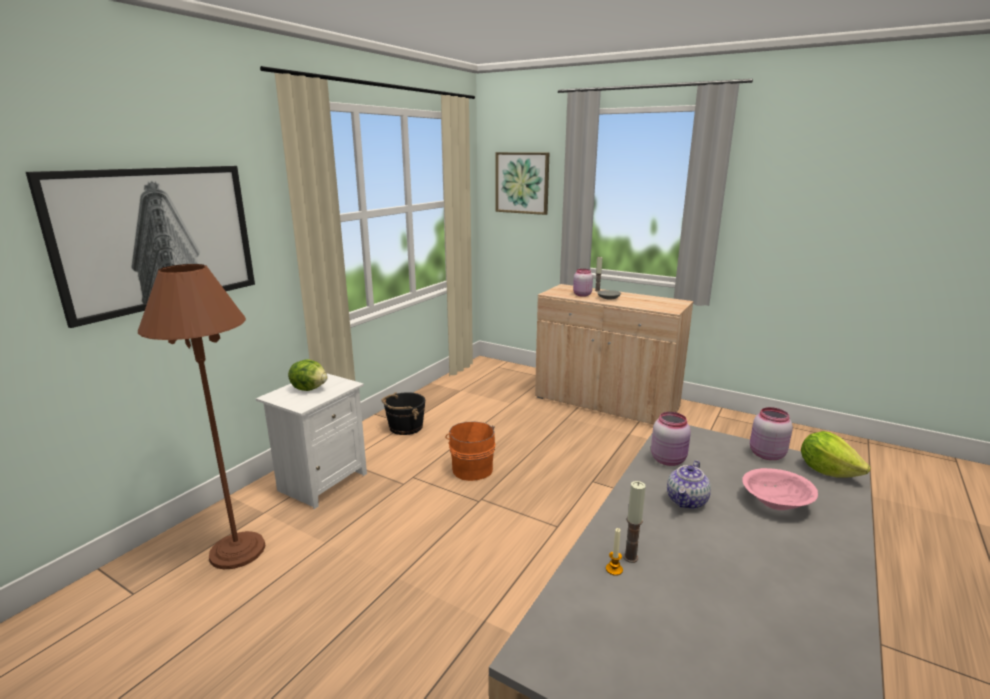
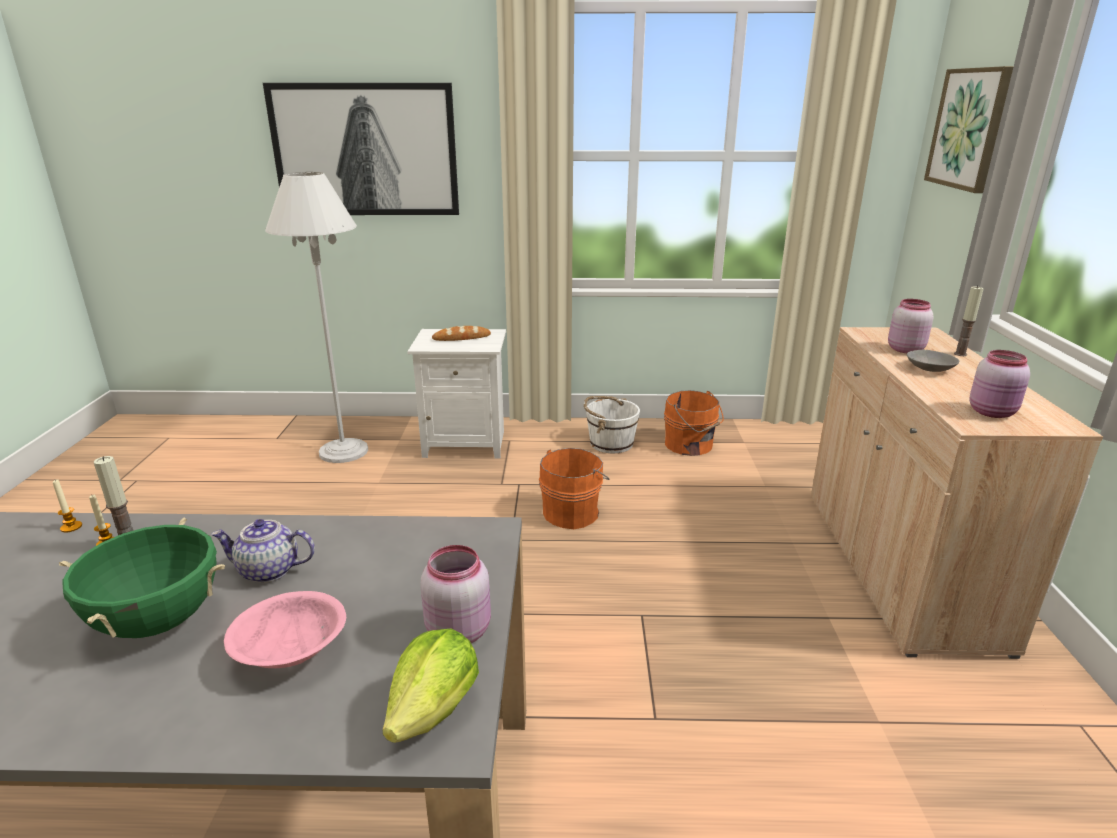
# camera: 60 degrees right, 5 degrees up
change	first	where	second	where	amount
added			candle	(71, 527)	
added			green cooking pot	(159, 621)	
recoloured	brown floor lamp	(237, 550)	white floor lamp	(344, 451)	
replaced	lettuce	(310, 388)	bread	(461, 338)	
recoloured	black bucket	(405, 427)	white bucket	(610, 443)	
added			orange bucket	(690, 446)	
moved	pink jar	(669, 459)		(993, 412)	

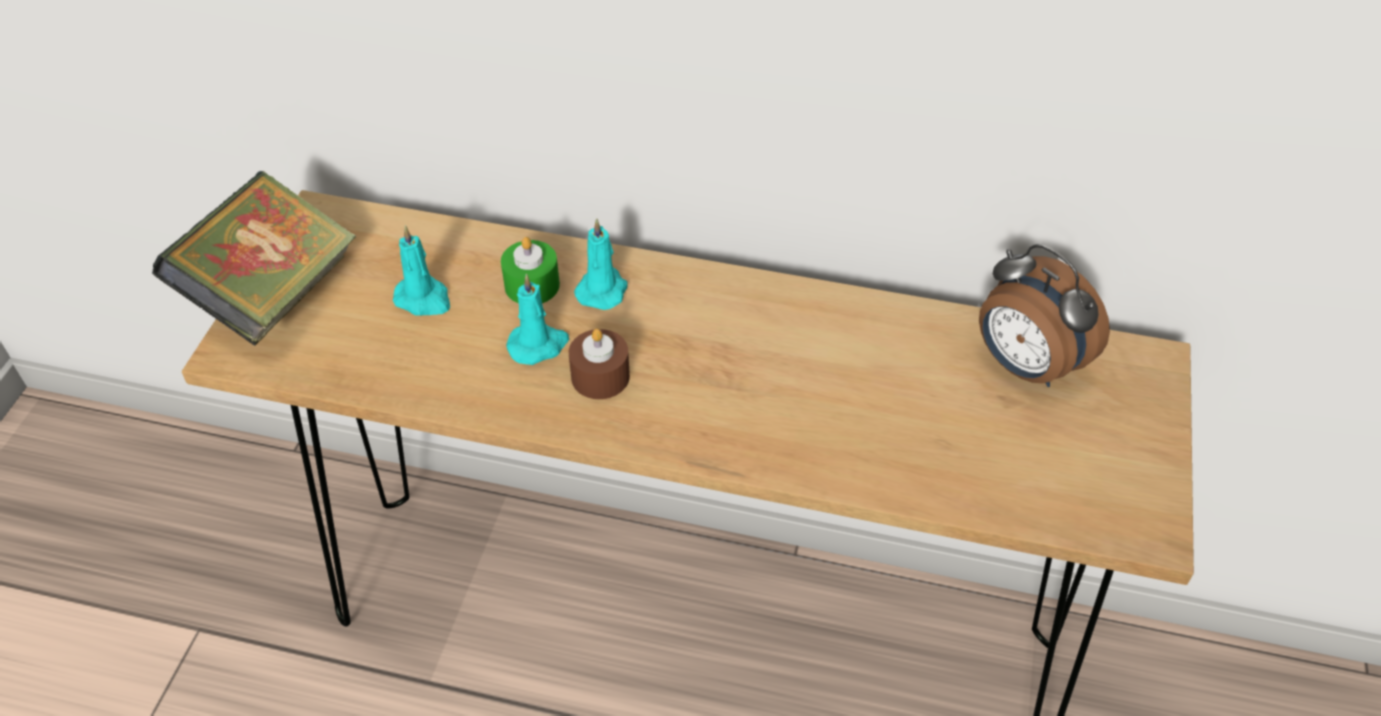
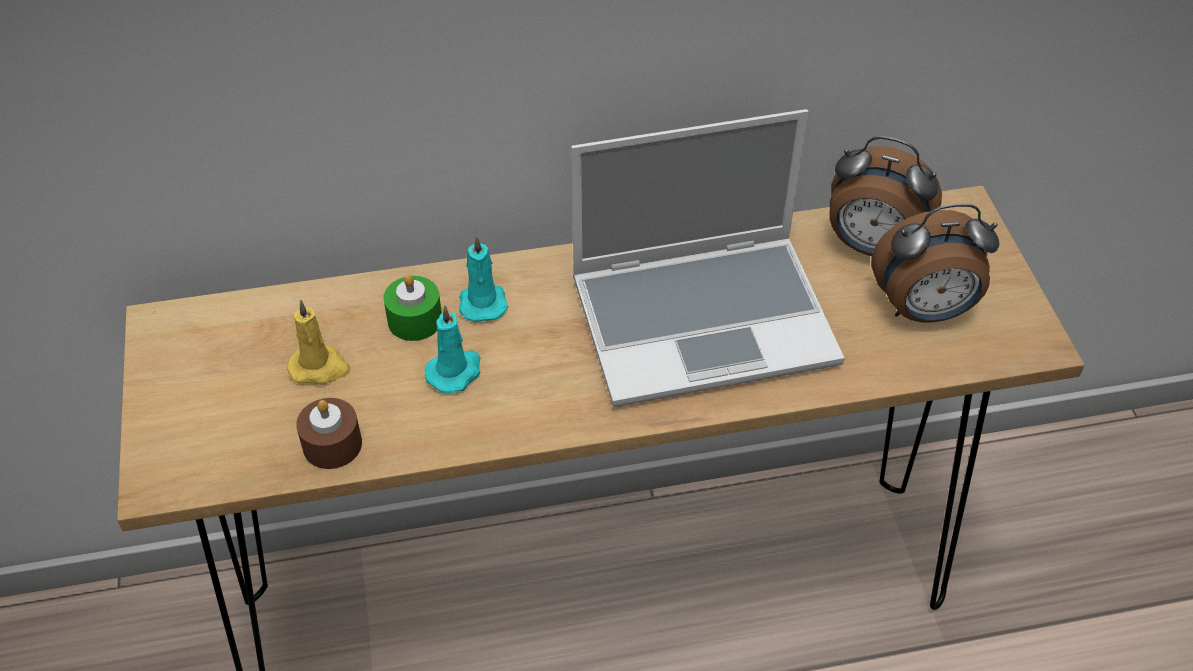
# camera: 25 degrees left, 0 degrees up
change	first	where	second	where	amount
recoloured	turquoise candle	(424, 299)	yellow candle	(320, 367)	
moved	brown candle	(600, 376)		(332, 444)	
added			laptop	(705, 319)	
added			alarm clock	(924, 311)	
removed	book	(273, 294)			

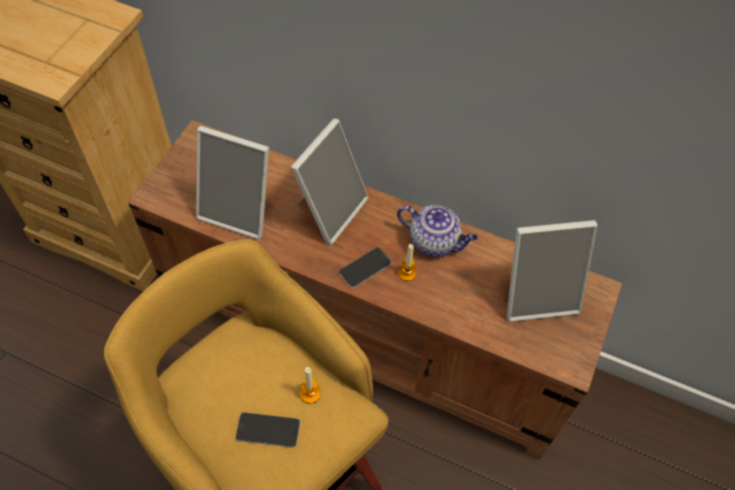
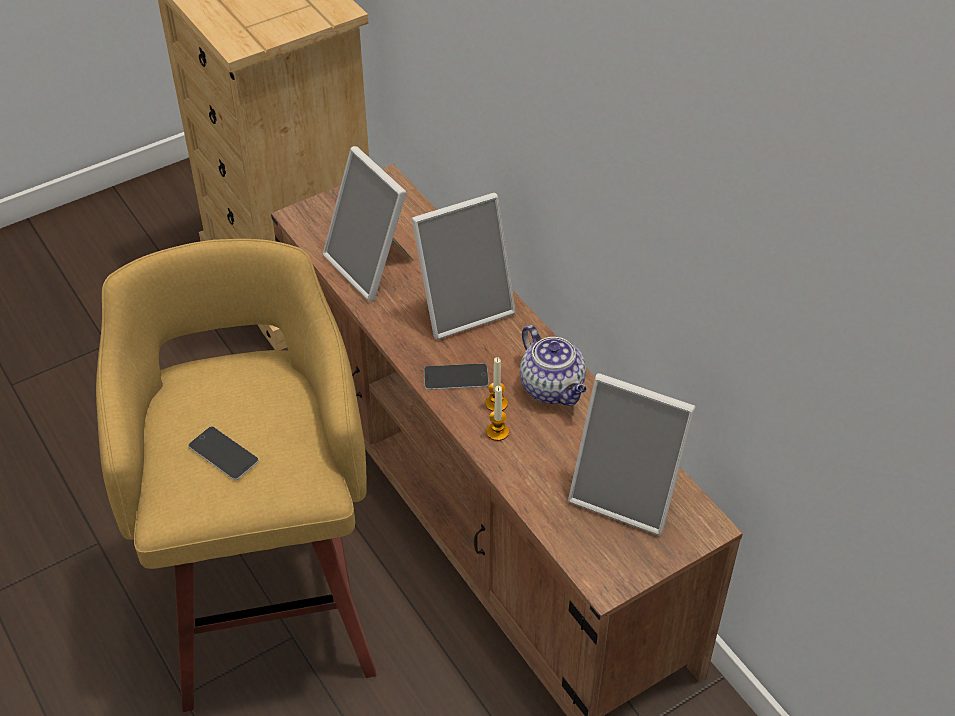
# camera: 35 degrees right, 10 degrees down
change	first	where	second	where	amount
moved	candle	(310, 393)		(497, 432)	

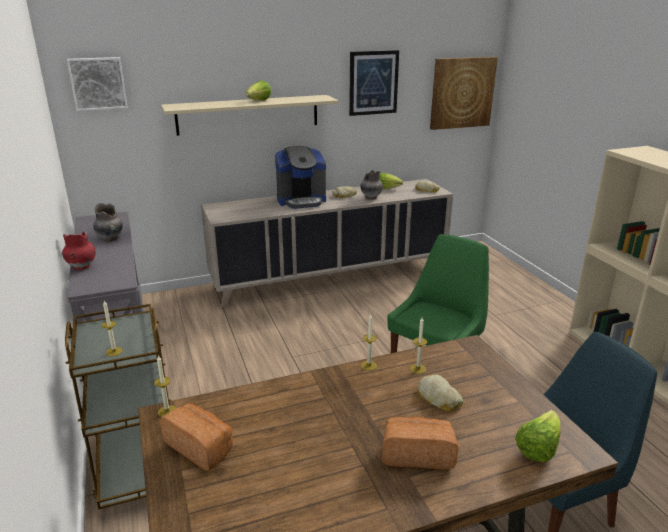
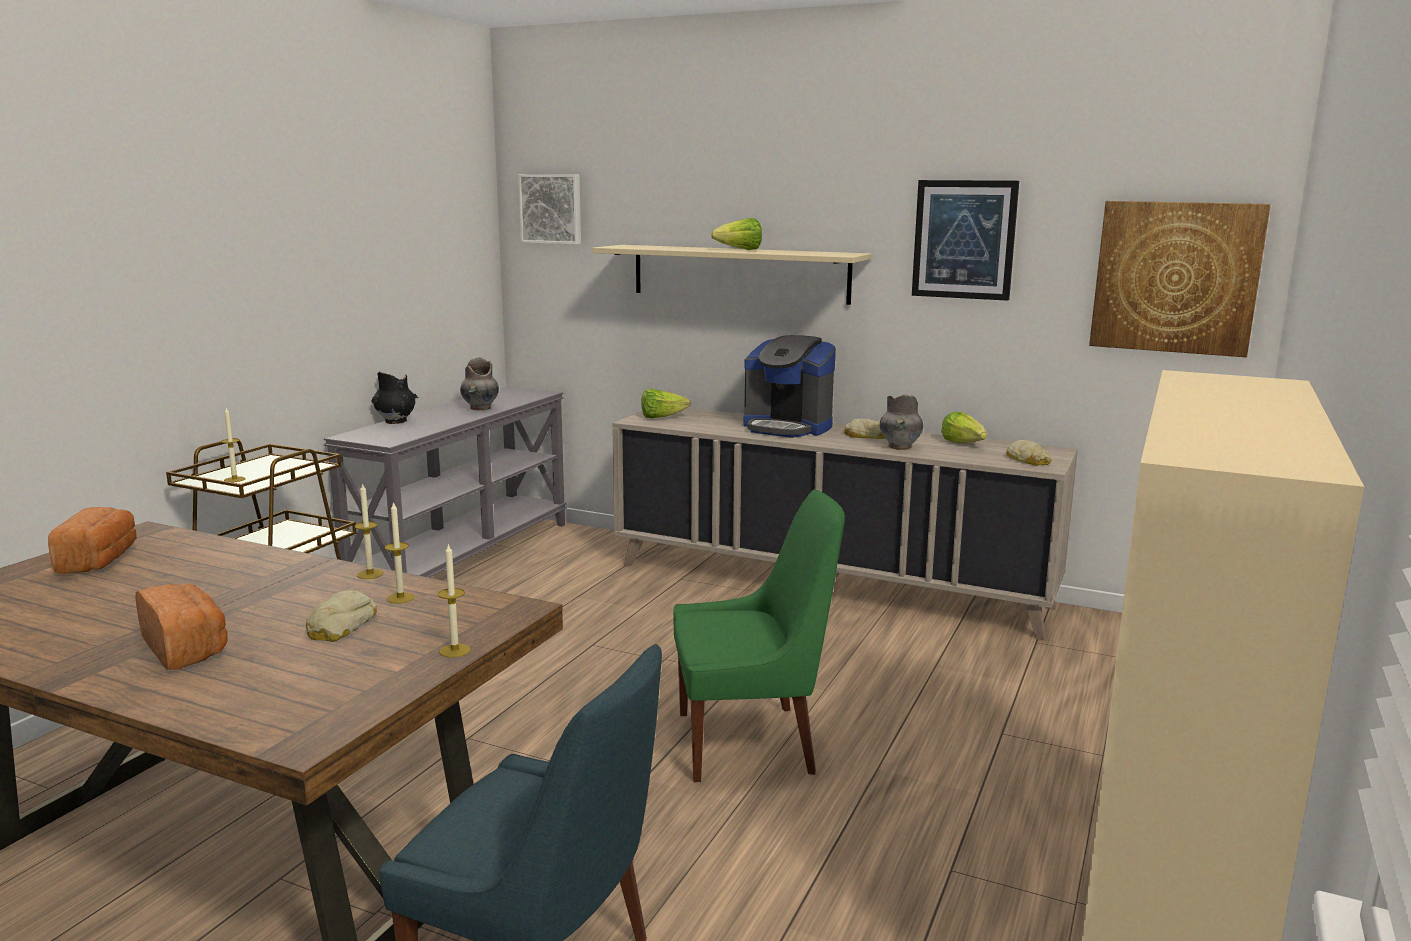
# camera: 45 degrees right, 10 degrees down
change	first	where	second	where	amount
recoloured	red vase	(82, 267)	black vase	(396, 421)	
moved	candle	(167, 411)		(455, 650)	
moved	lettuce	(538, 448)		(661, 418)	

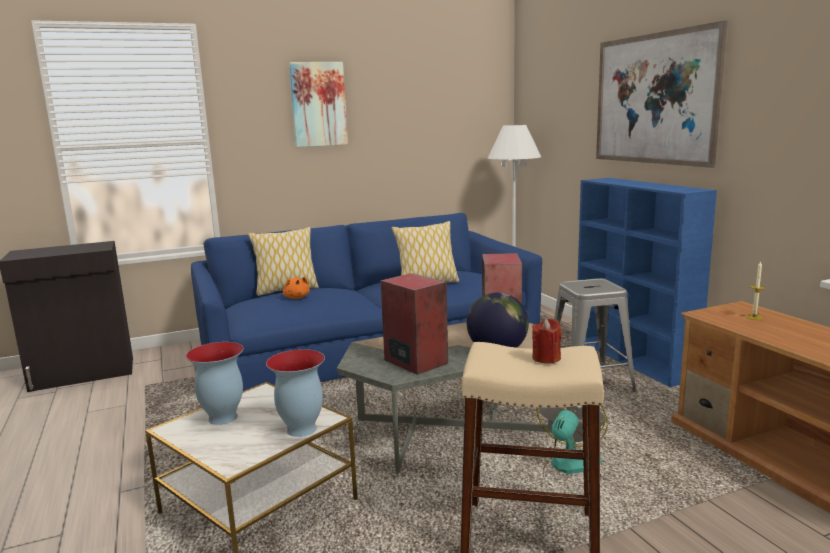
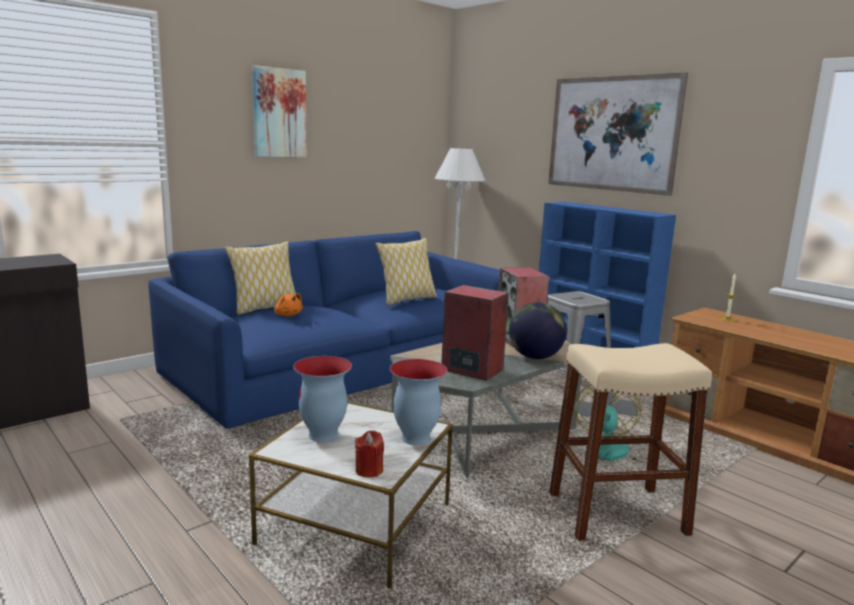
# camera: 20 degrees left, 0 degrees up
change	first	where	second	where	amount
moved	red candle	(546, 358)		(369, 470)	

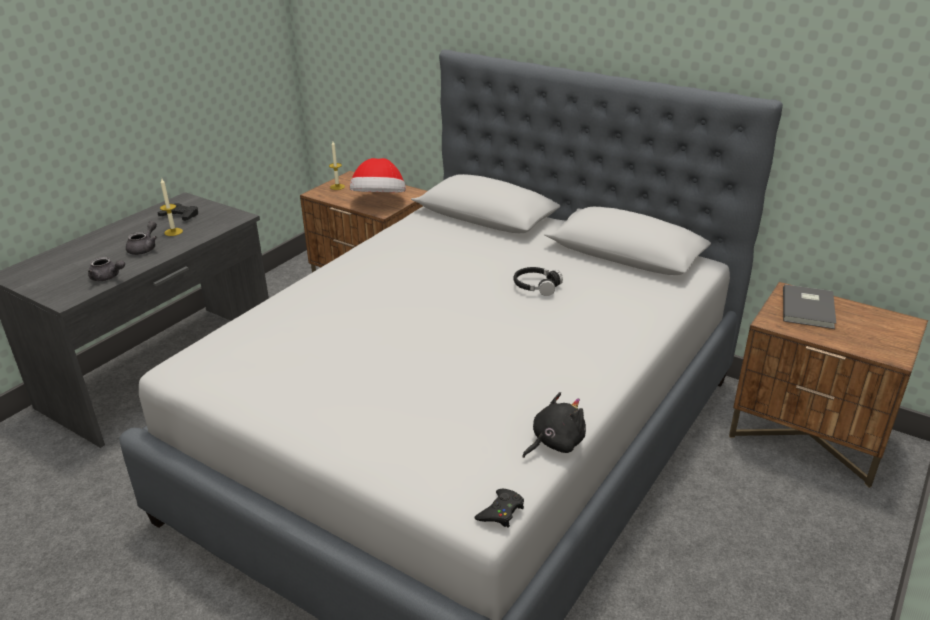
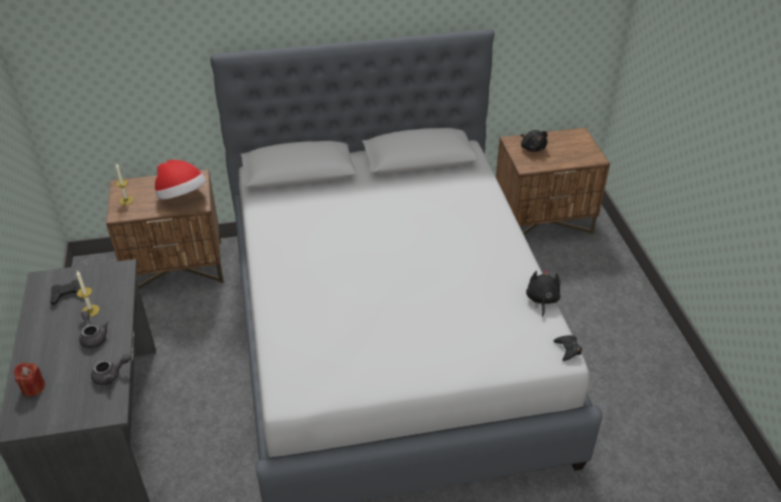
# camera: 45 degrees left, 10 degrees up
change	first	where	second	where	amount
added			red candle	(33, 388)	
replaced	grey book	(809, 308)	black plush toy	(532, 148)	
removed	black headphones	(536, 286)			

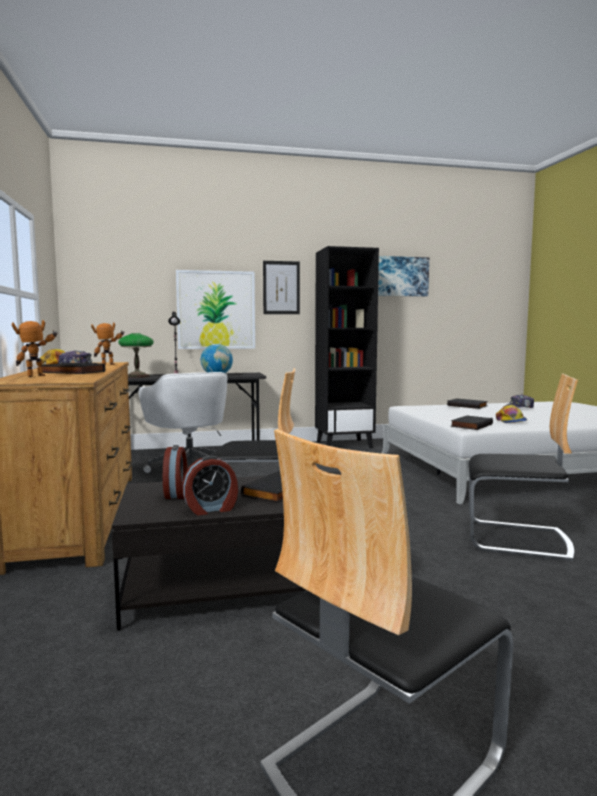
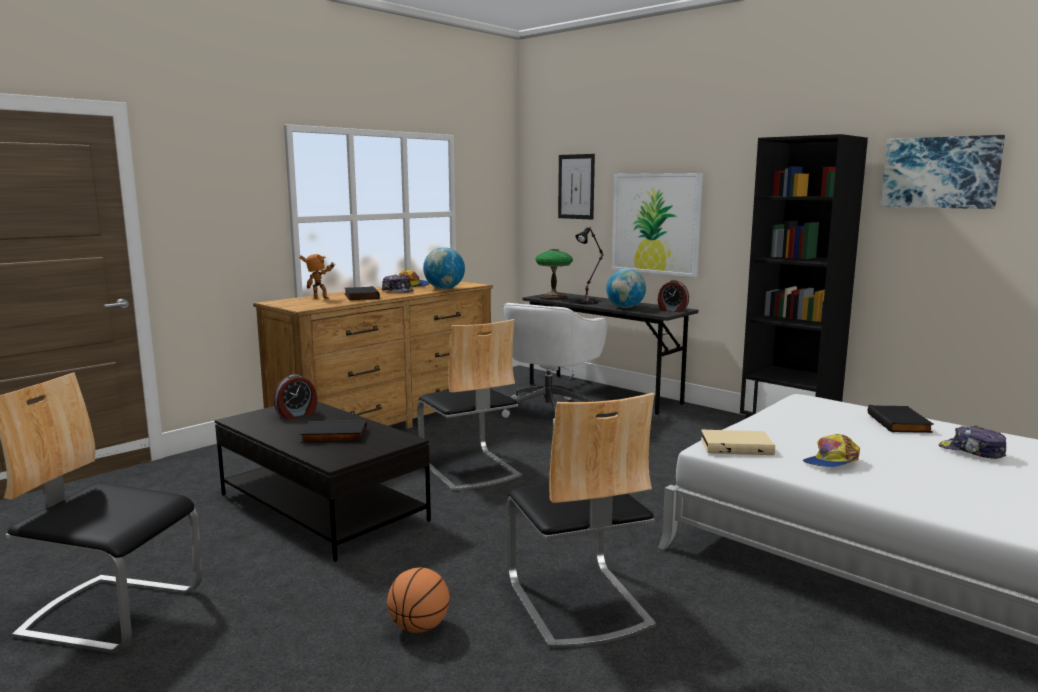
# camera: 55 degrees right, 5 degrees up
change	first	where	second	where	amount
added			basketball	(419, 627)	
replaced	toy robot	(109, 365)	globe	(444, 289)	
moved	picture	(281, 287)		(576, 186)	
moved	alarm clock	(211, 509)		(672, 310)	
recoloured	black book	(470, 425)	beige book	(736, 446)	

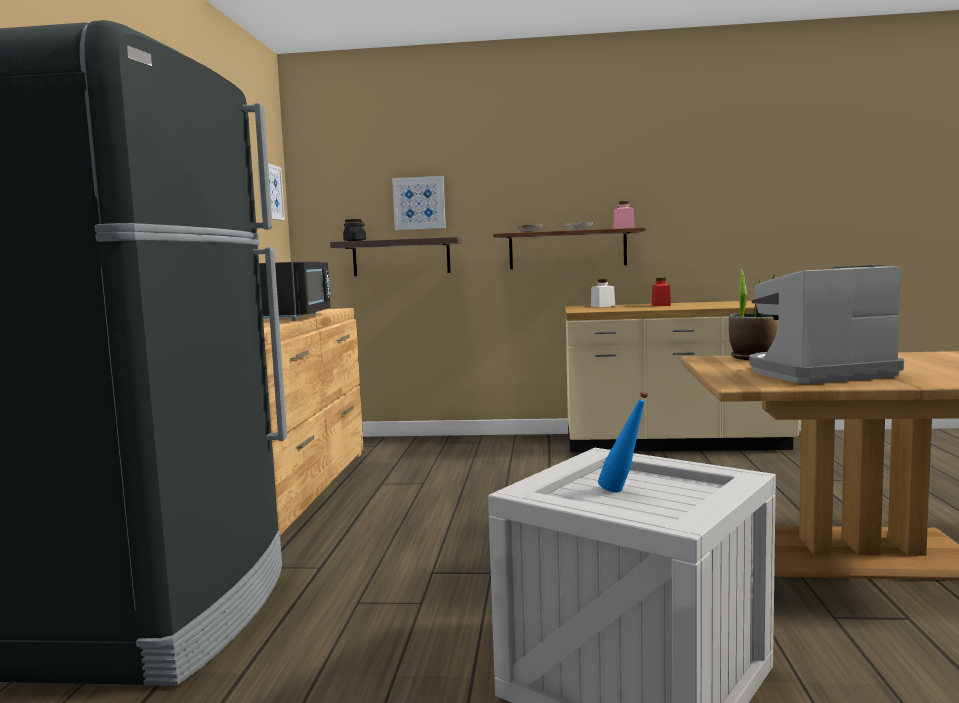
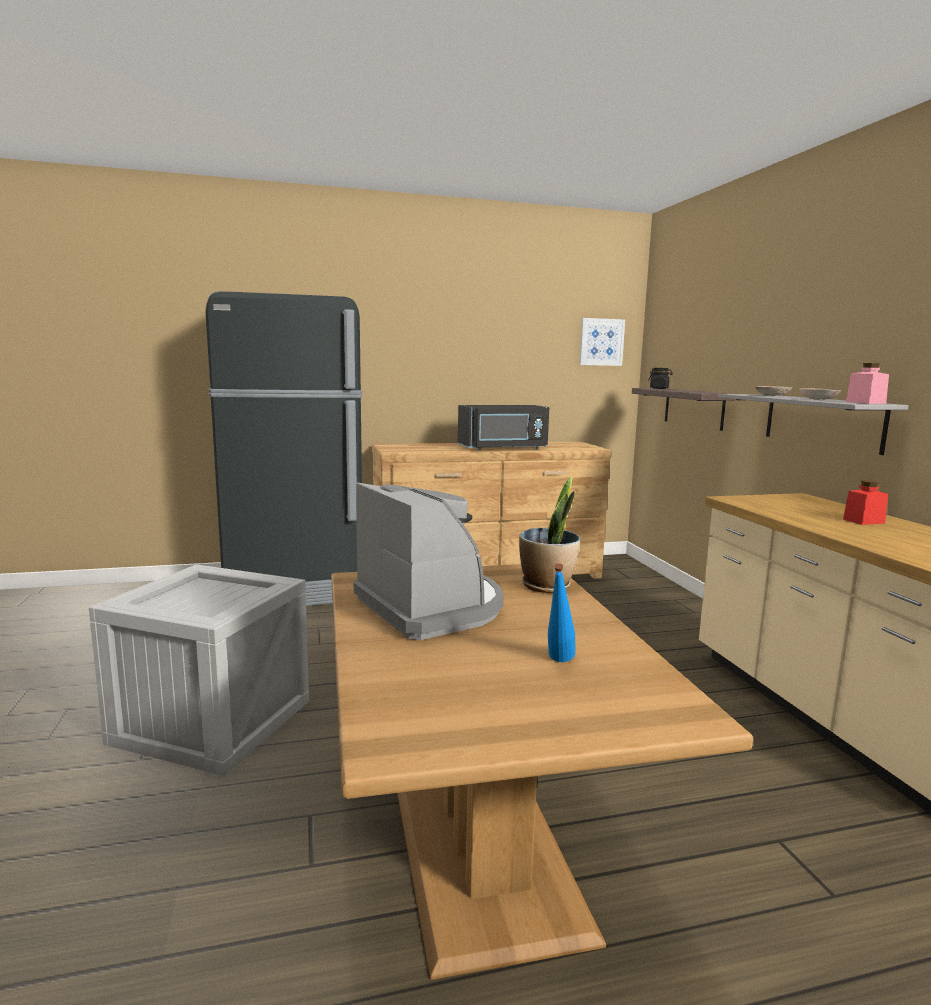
# camera: 70 degrees right, 5 degrees up
change	first	where	second	where	amount
moved	blue bottle	(623, 492)		(558, 663)	
recoloured	brown shelf	(567, 249)	grey shelf	(822, 421)	
removed	picture	(419, 203)			
removed	white jar	(603, 306)			

